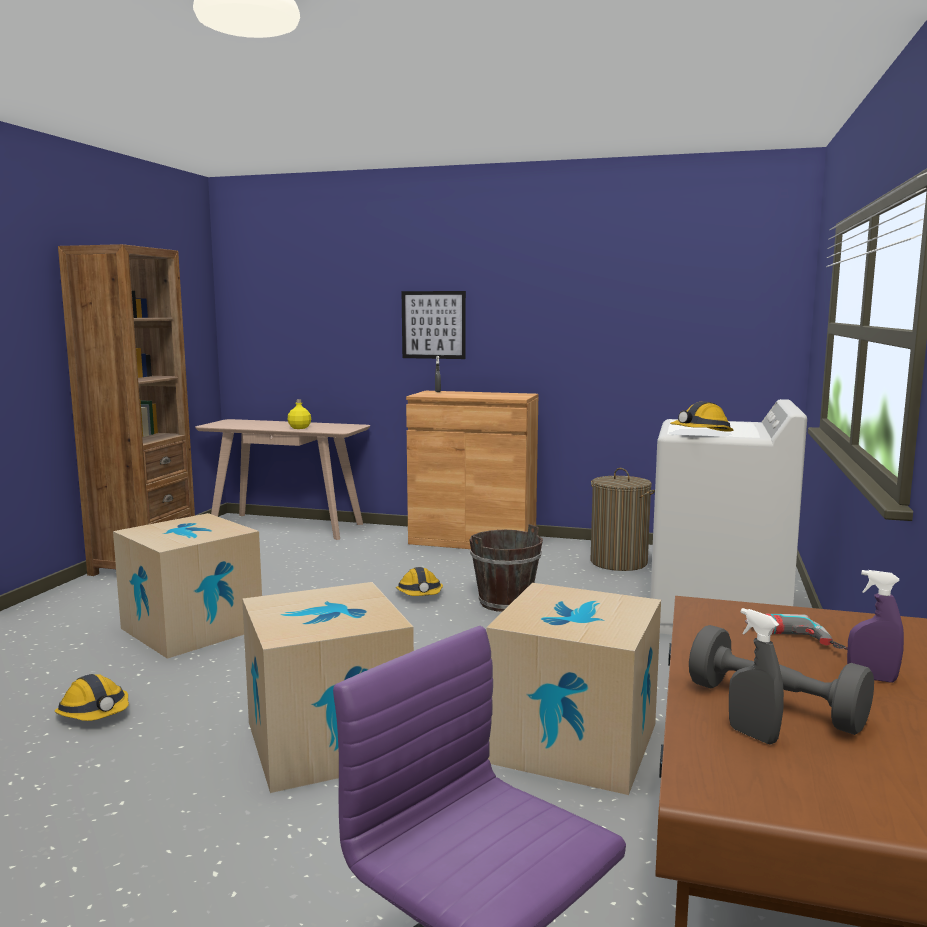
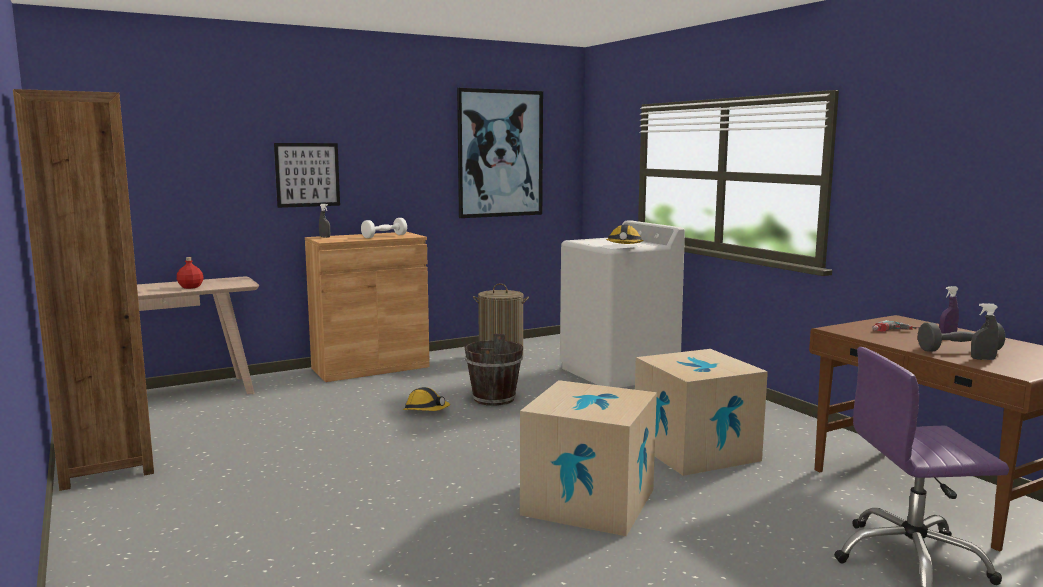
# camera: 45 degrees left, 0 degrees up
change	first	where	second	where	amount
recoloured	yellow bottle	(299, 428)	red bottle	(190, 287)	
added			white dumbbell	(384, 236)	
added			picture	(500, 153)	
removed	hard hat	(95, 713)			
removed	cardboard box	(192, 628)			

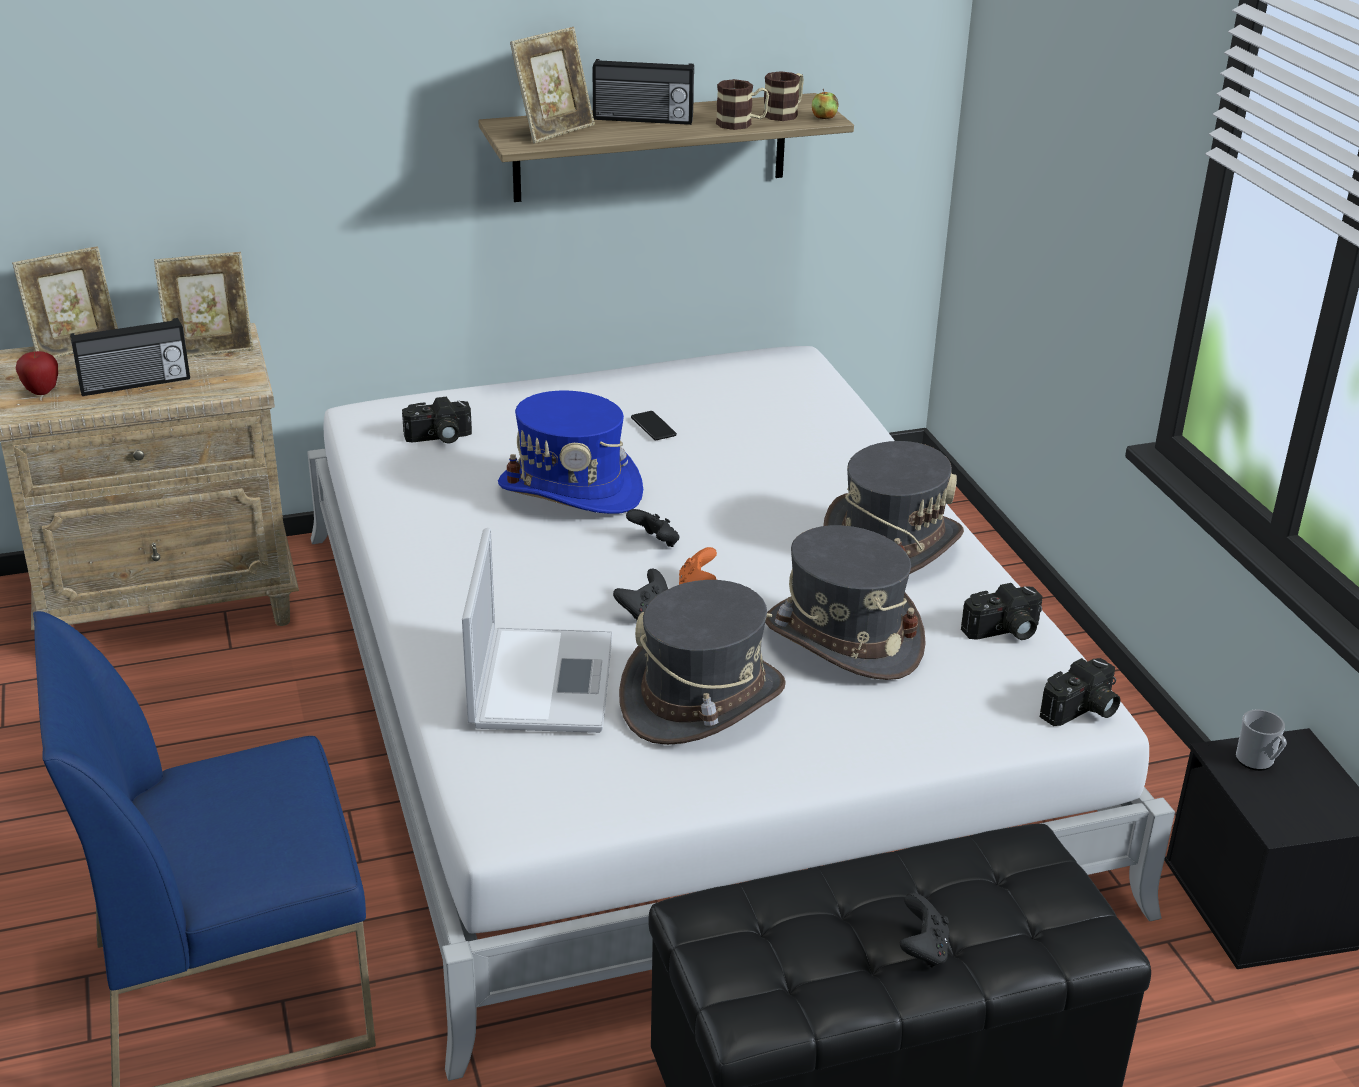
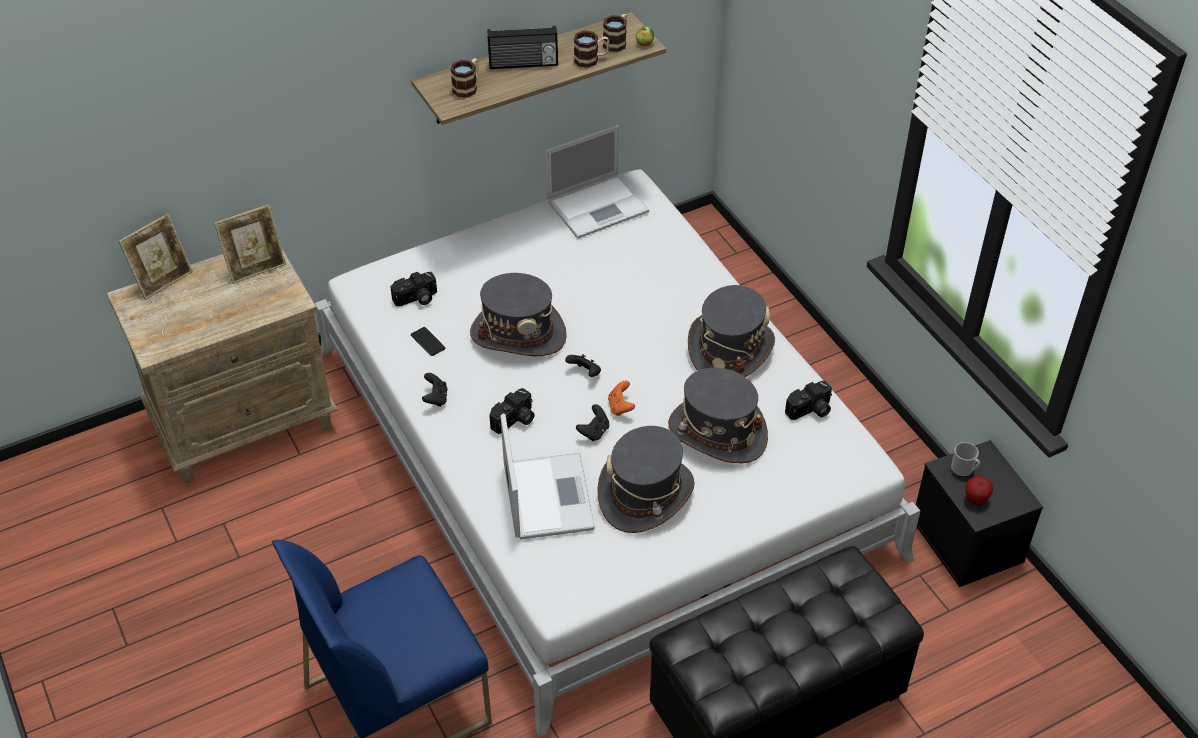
# camera: 10 degrees left, 15 degrees up
change	first	where	second	where	amount
moved	phone	(653, 426)		(428, 342)	
moved	black game controller	(923, 950)		(435, 398)	
replaced	picture frame	(554, 130)	mug	(468, 87)	
recoloured	blue hat	(571, 489)	grey hat	(518, 334)	
moved	photo camera	(1082, 711)		(515, 420)	
added			laptop	(598, 205)	
moved	apple	(41, 391)		(975, 500)	
removed	radio	(135, 384)			

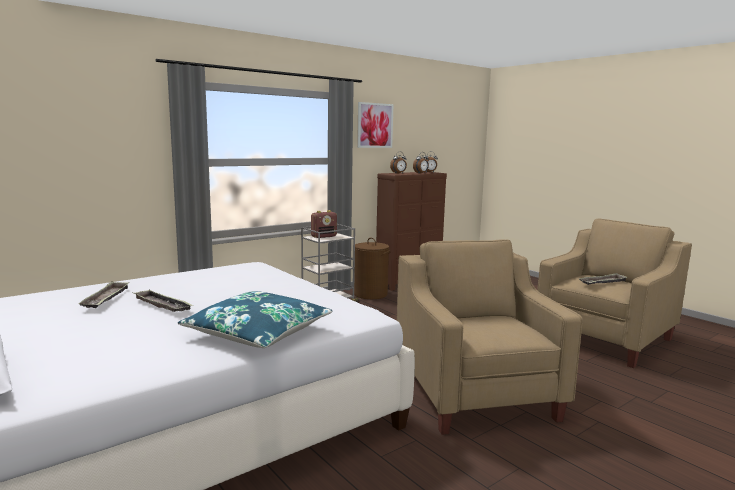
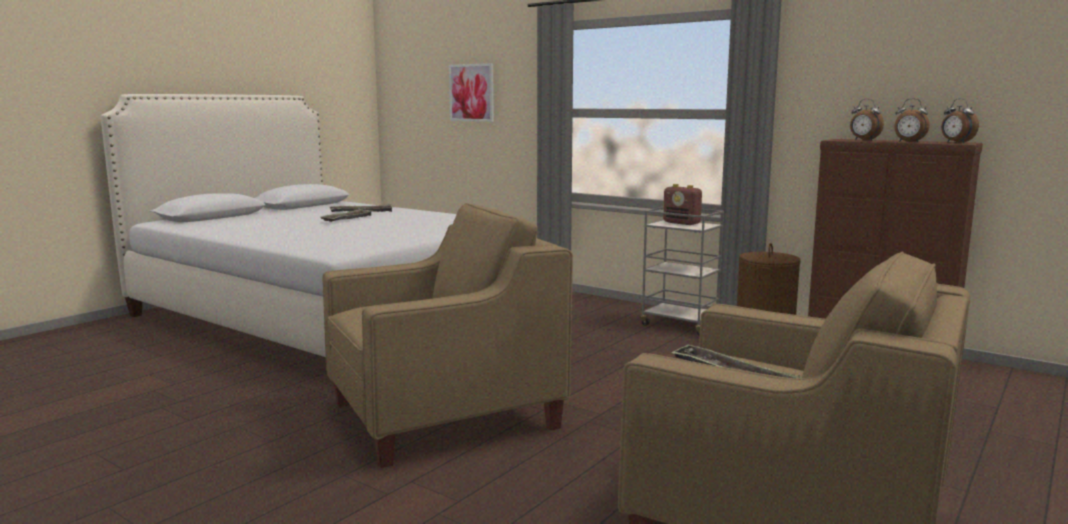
# camera: 75 degrees right, 0 degrees up
change	first	where	second	where	amount
moved	picture	(375, 125)		(471, 92)	
removed	blue pillow	(258, 333)			

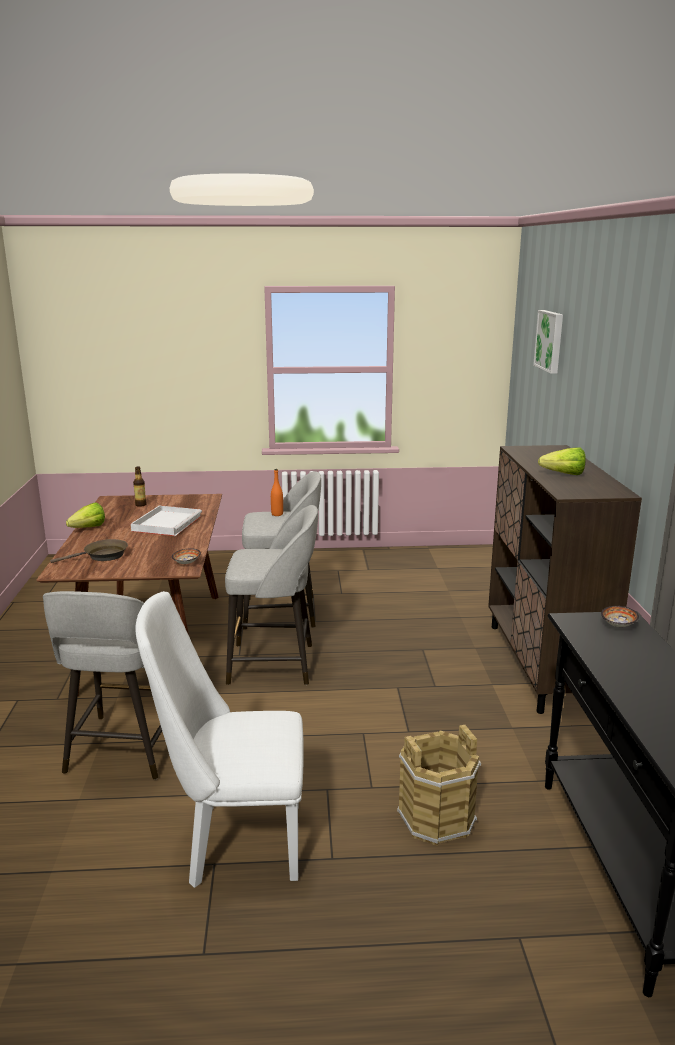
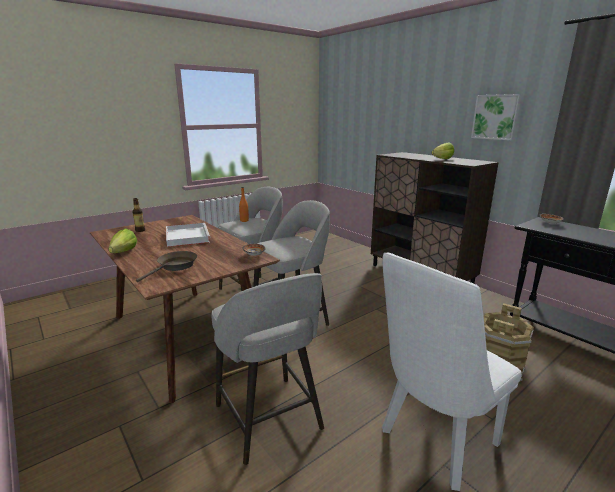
# camera: 35 degrees left, 0 degrees up
change	first	where	second	where	amount
moved	picture	(550, 341)		(496, 117)	

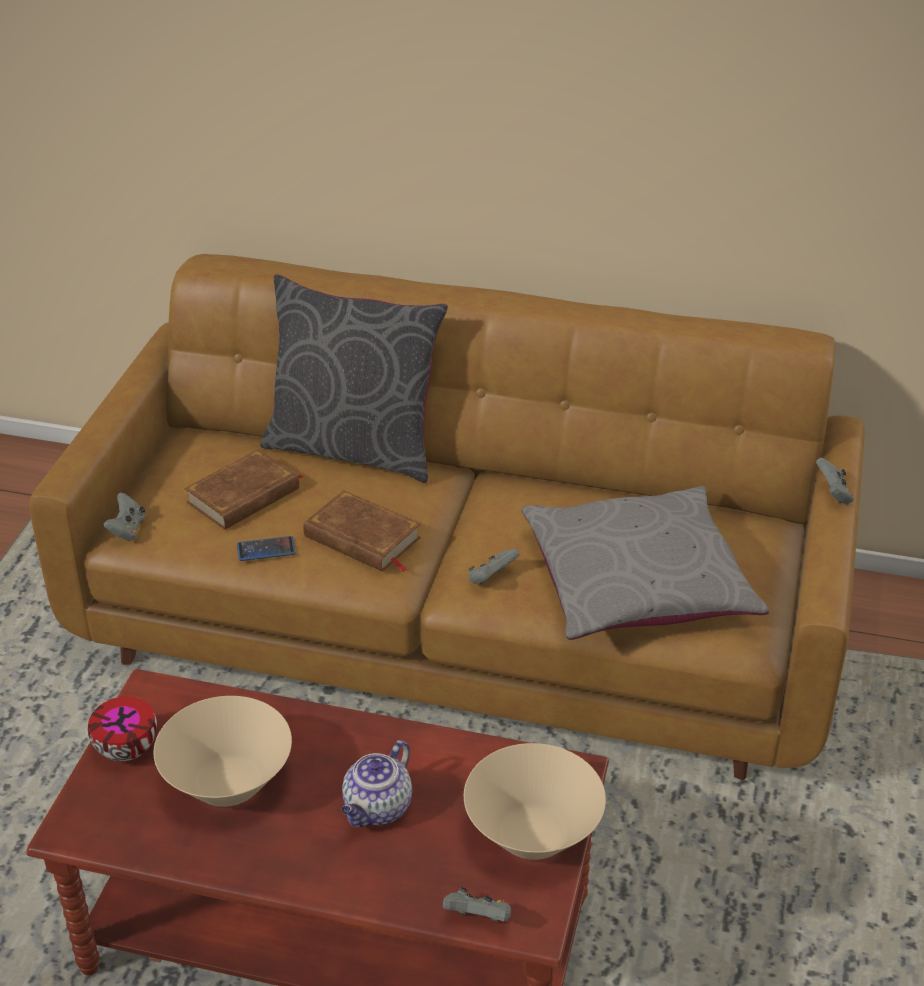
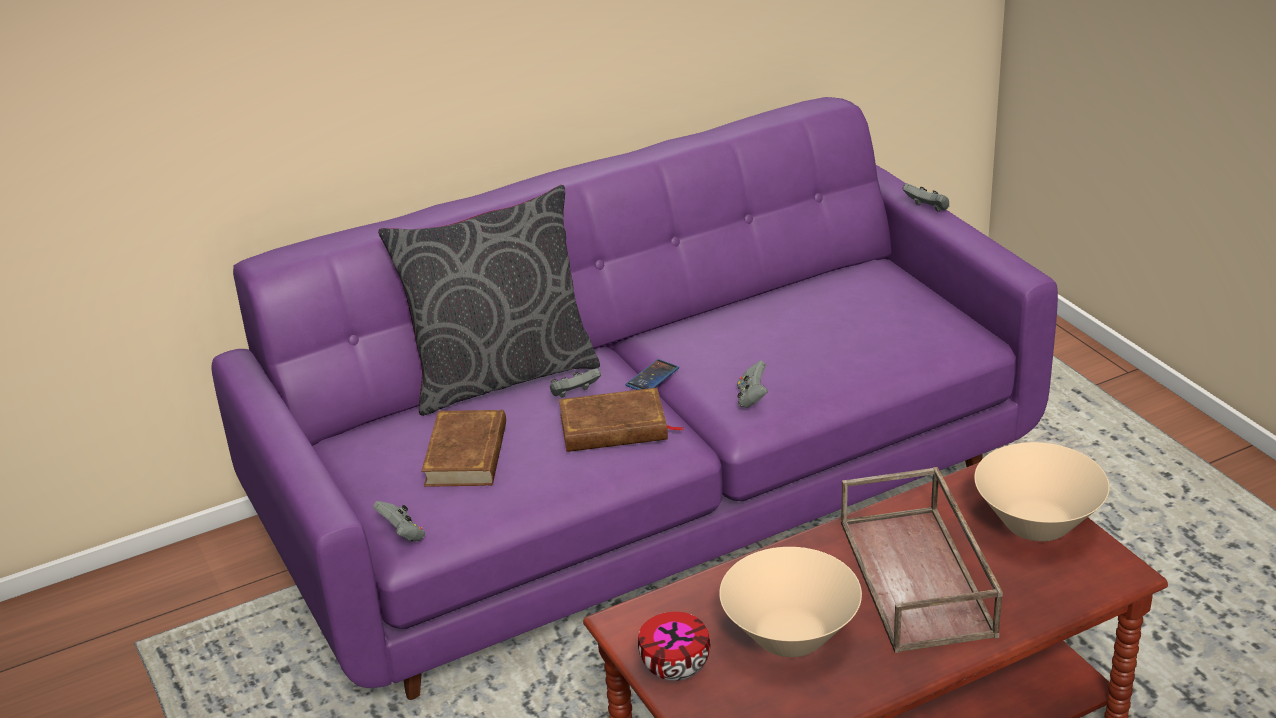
# camera: 40 degrees left, 5 degrees down
change	first	where	second	where	amount
recoloured	brown sofa	(462, 620)	purple sofa	(647, 496)	
moved	grey game controller	(478, 918)		(574, 394)	
moved	phone	(266, 549)		(652, 377)	
replaced	teapot	(377, 809)	brown tray	(919, 578)	
removed	grey pillow	(638, 581)			

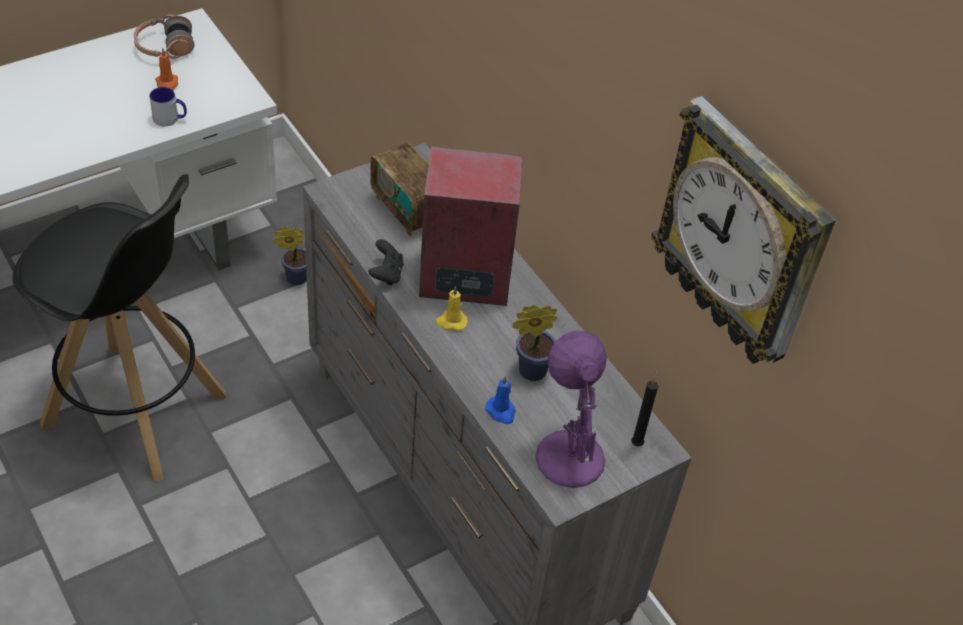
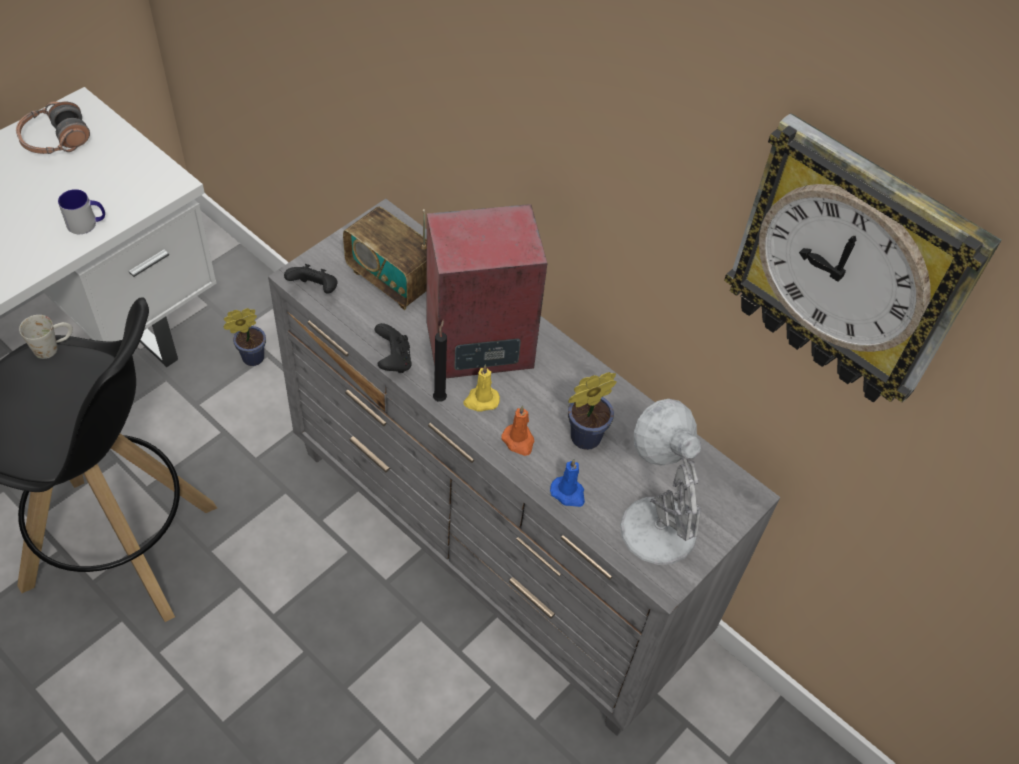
# camera: 15 degrees left, 5 degrees up
change	first	where	second	where	amount
added			white mug	(53, 347)	
added			black game controller	(315, 290)	
moved	black candle	(637, 442)		(440, 397)	
moved	orange candle	(167, 84)		(519, 441)	
recoloured	purple table lamp	(568, 455)	white table lamp	(655, 526)	

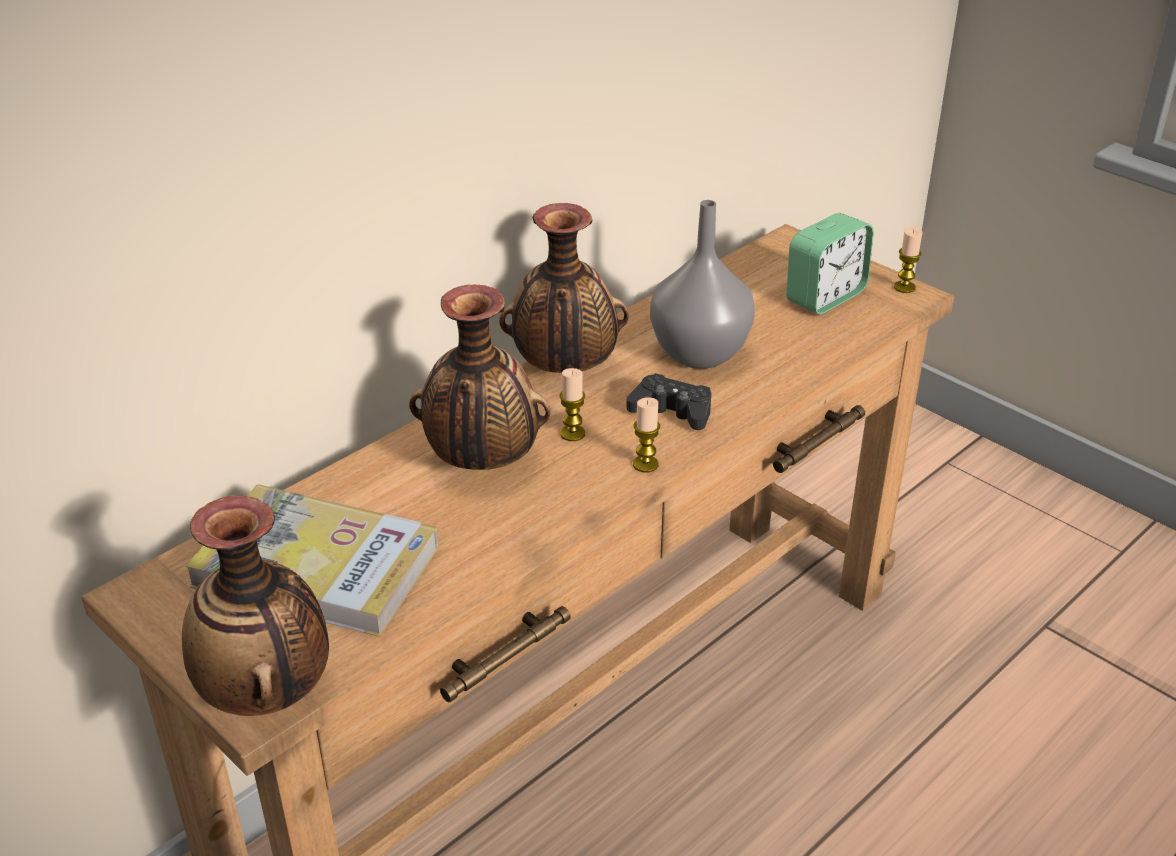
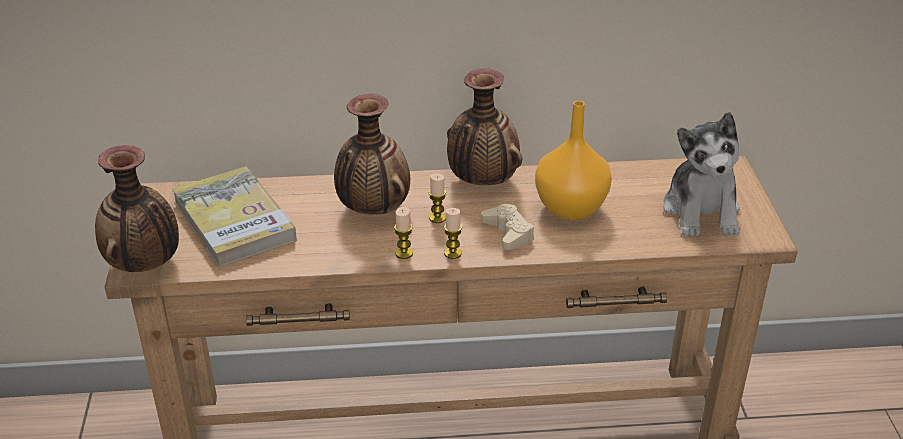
# camera: 40 degrees right, 0 degrees up
change	first	where	second	where	amount
moved	candle	(904, 287)		(404, 253)	
recoloured	black game controller	(672, 411)	beige game controller	(508, 232)	
recoloured	grey vase	(697, 353)	orange vase	(569, 208)	
replaced	alarm clock	(825, 297)	plush toy	(701, 211)	

